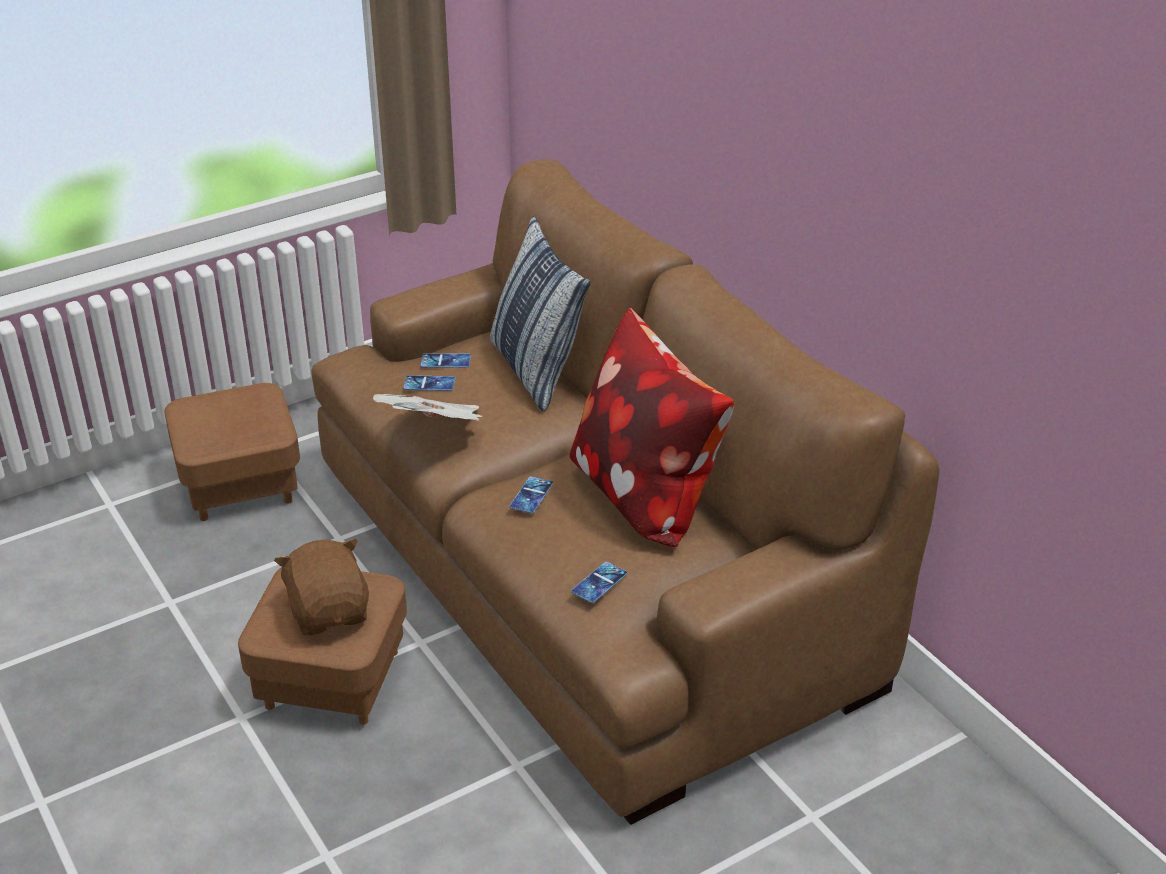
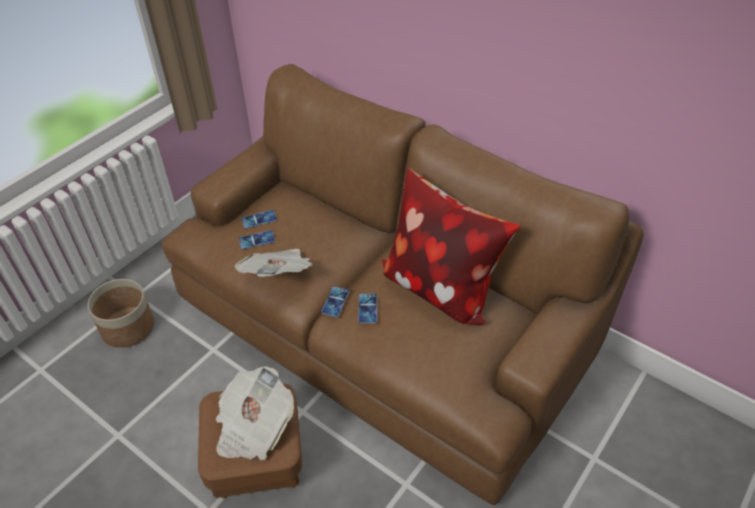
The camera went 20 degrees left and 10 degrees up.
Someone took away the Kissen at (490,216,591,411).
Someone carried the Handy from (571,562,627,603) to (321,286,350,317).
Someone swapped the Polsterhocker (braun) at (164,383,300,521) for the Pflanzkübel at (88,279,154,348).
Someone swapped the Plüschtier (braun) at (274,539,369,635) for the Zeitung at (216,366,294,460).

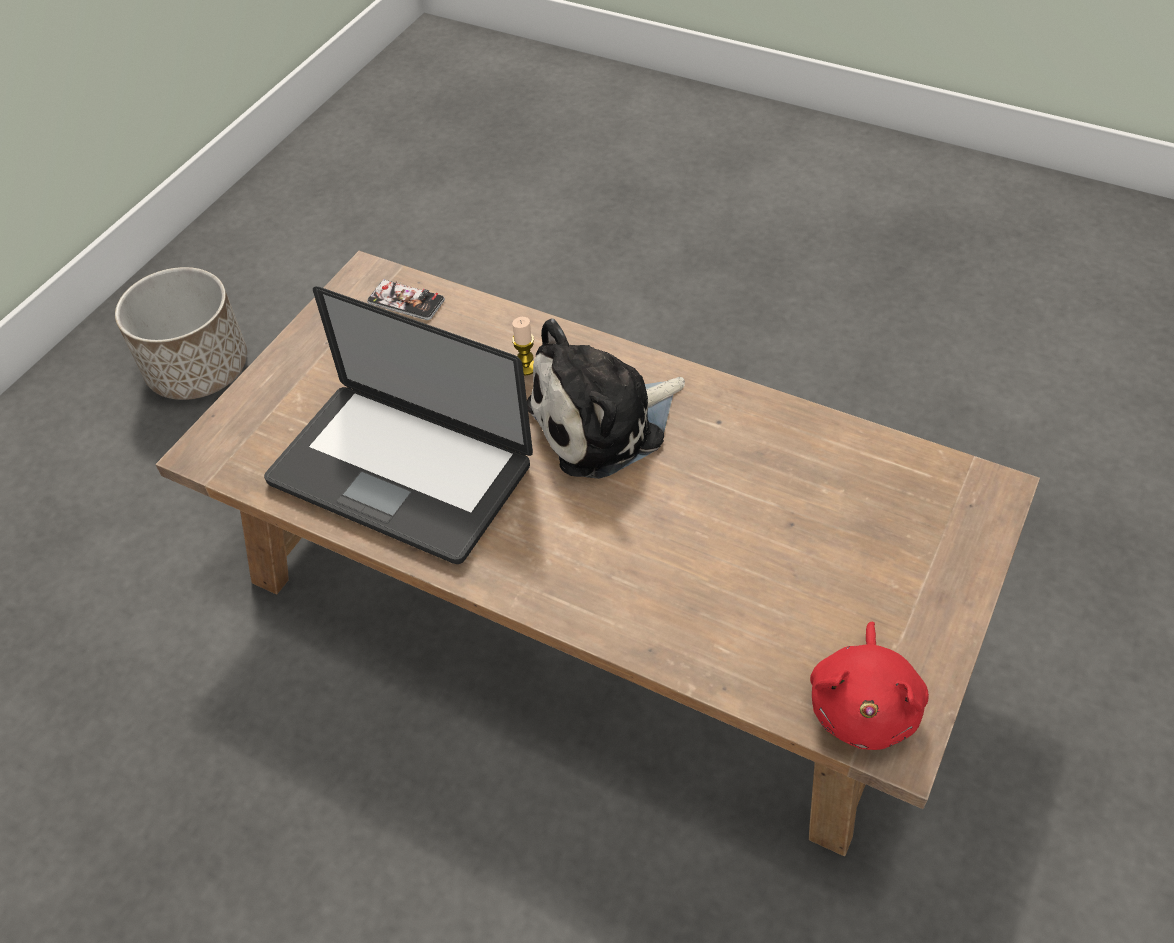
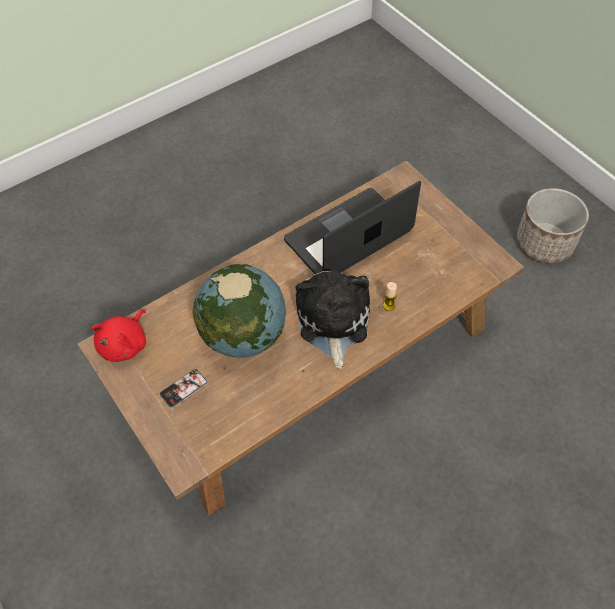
The camera went 115 degrees right and 5 degrees up.
Someone put down the Globus at (193,264,286,358).
Someone carried the Handy from (367,279,445,320) to (159,369,208,409).
Someone rotated the Plüschtier (rot) at (810,622,929,750) by 105 degrees counterclockwise.

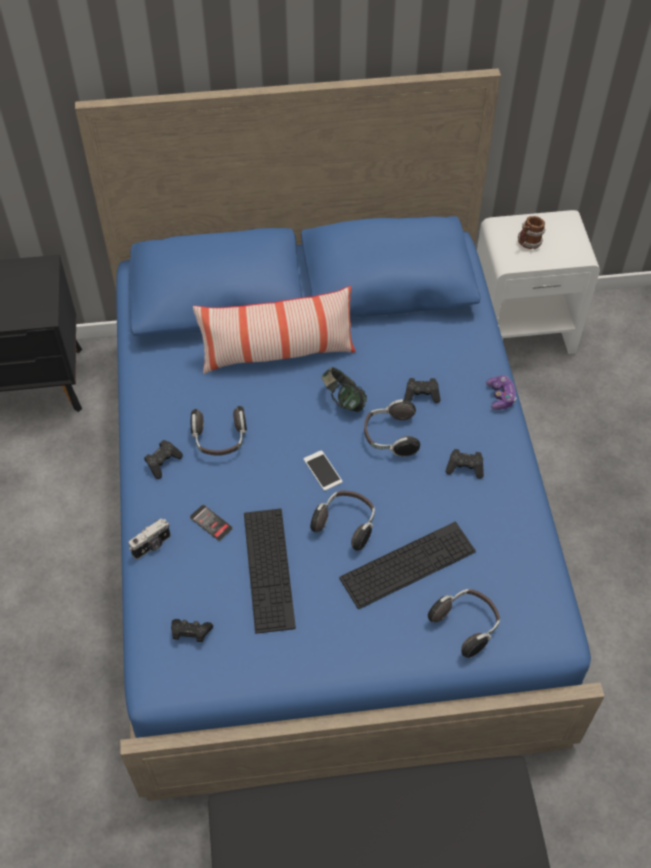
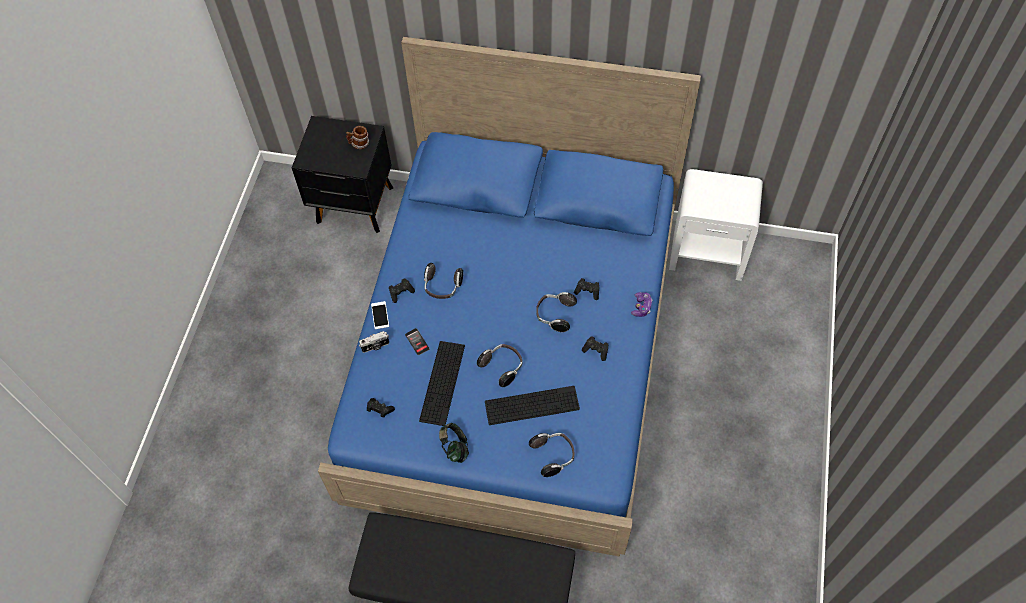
The camera went 20 degrees right and 5 degrees up.
Someone took away the Kissen at (193,286,356,374).
Someone carried the Handy from (304,450,343,491) to (371,301,389,329).
Someone carried the Kopfhörer from (322,367,367,412) to (439,423,469,463).
Someone carried the Henkelbecher from (518,216,546,249) to (346,126,369,149).

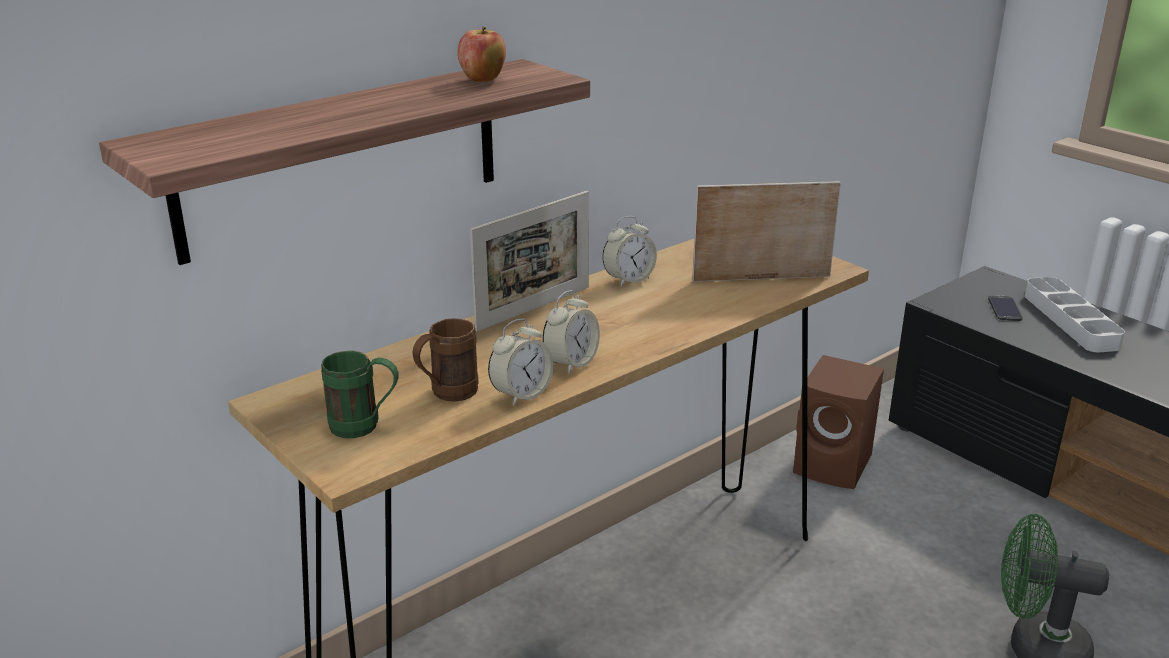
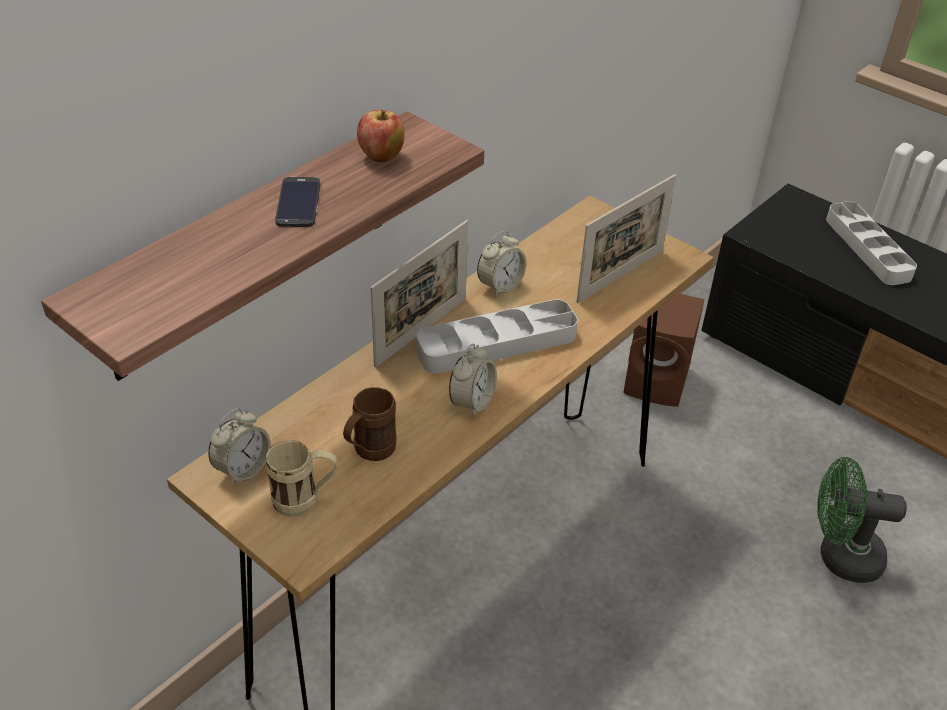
The camera went 10 degrees left and 15 degrees up.
Someone put down the Tablett (grau) at (416,299,578,373).
Someone carried the Wecker from (488,319,553,406) to (208,408,270,486).
Someone carried the Handy from (988,295,1023,321) to (275,177,320,227).
Someone repainted the Henkelbecher (grün) at (321,351,398,438), which became the Henkelbecher (beige) at (266,440,337,517).
Someone rotated the Bilderrahmen at (692,181,841,282) by 150 degrees clockwise.

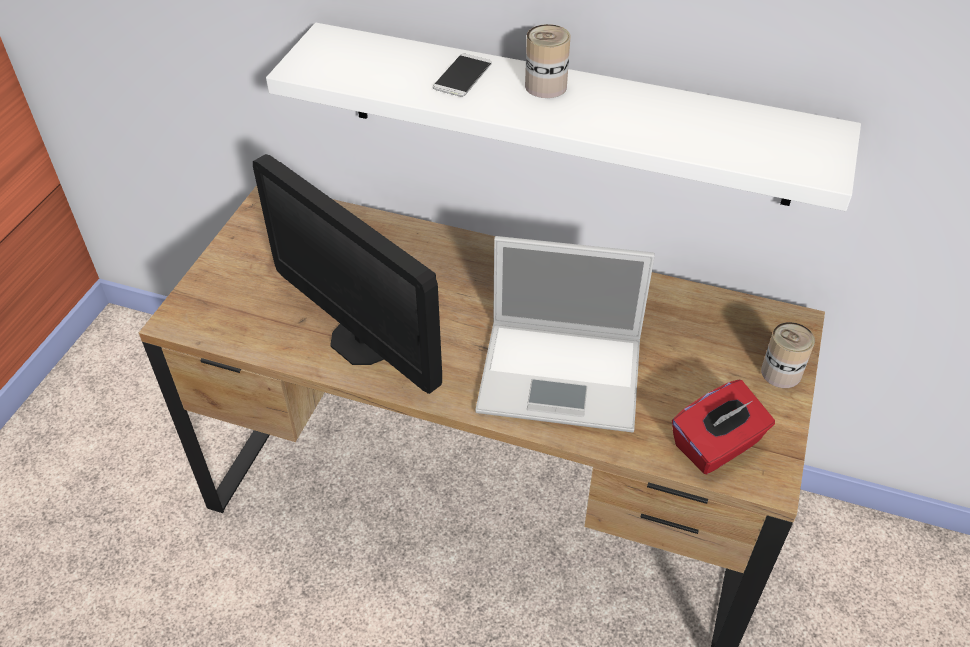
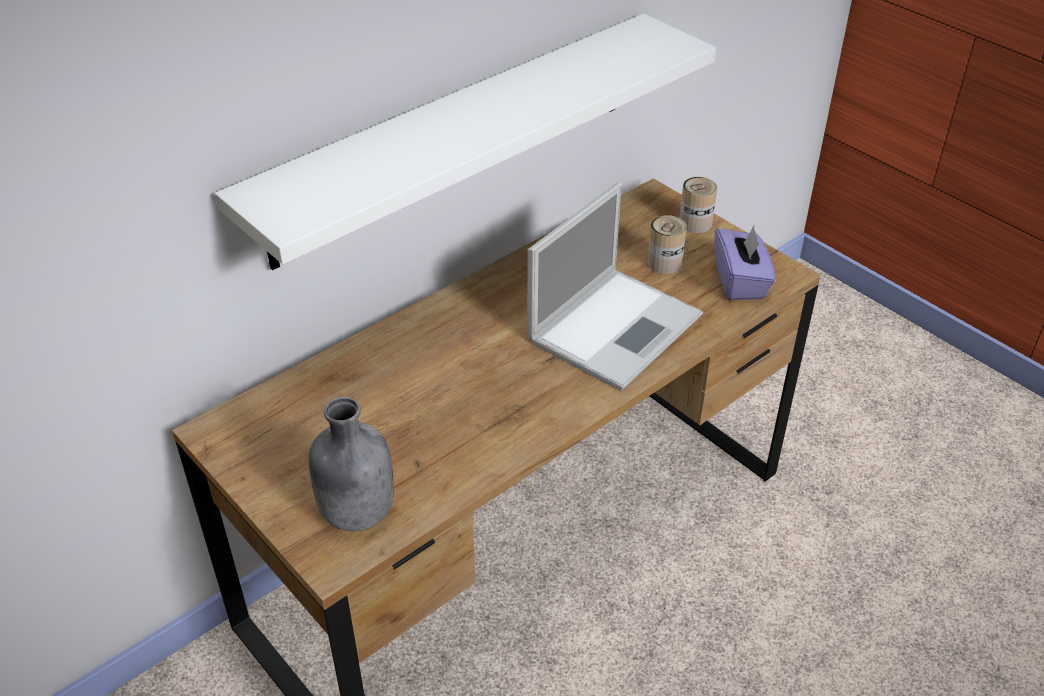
The camera went 60 degrees left and 5 degrees down.
Someone took away the Monitor at (253,154,442,394).
Someone took away the Handy at (433,54,492,97).
Someone put down the Flasche (grau) at (309,397,394,532).
Someone carried the Dose from (525,24,571,98) to (647,215,687,274).
Someone repainted the Taschentuchbox (rot) at (672,380,775,474), which became the Taschentuchbox (lila) at (715,226,776,300).

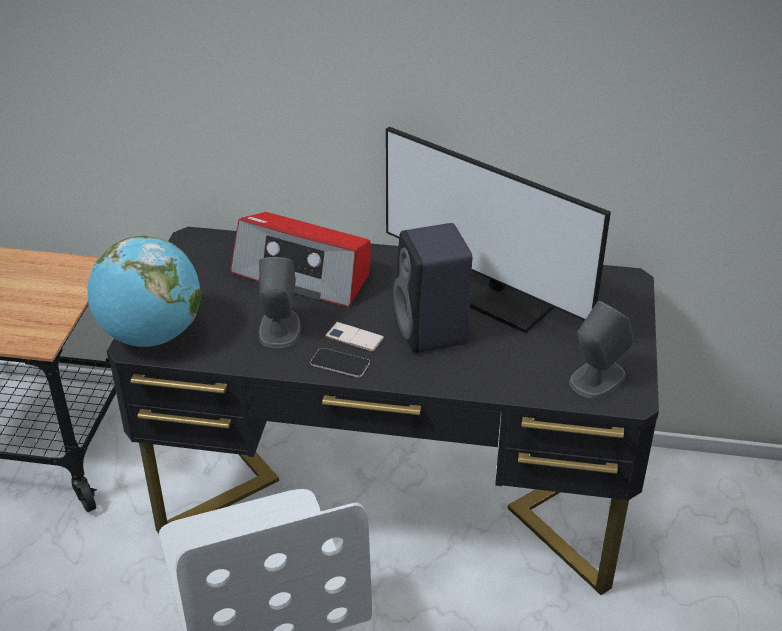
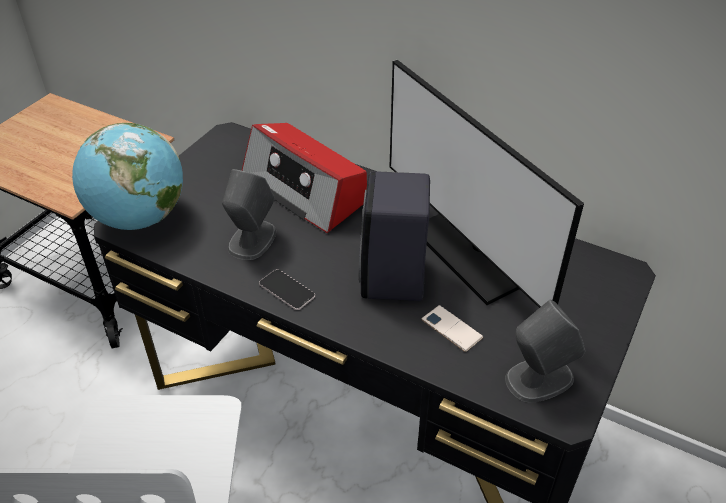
The camera went 20 degrees right and 5 degrees up.
Someone carried the Handy from (325,322,384,352) to (421,305,483,352).

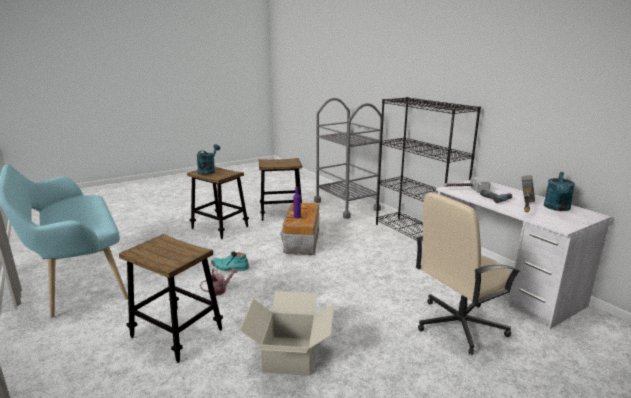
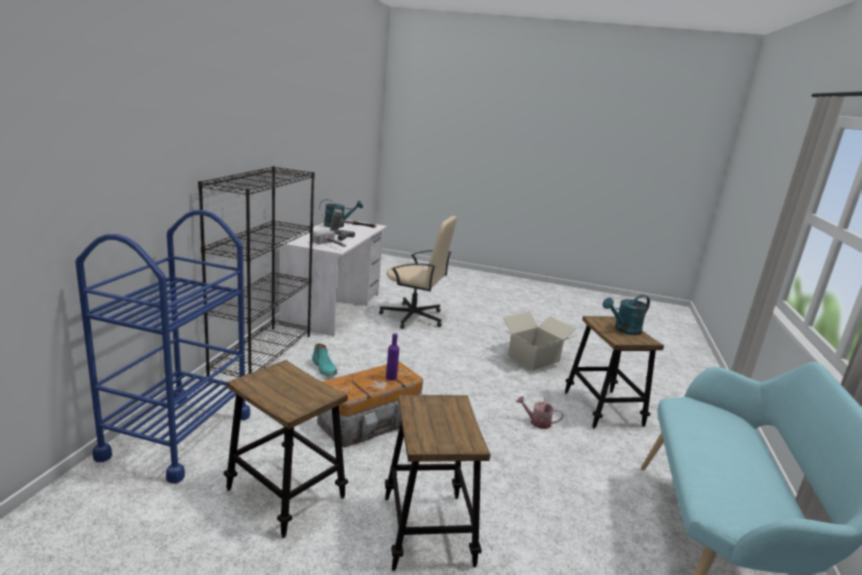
The camera went 135 degrees left and 0 degrees up.
Someone carried the Gießkanne (türkis) from (197,144,220,175) to (603,295,650,335).
Someone carried the Stiefel (türkis) from (211,251,250,271) to (312,344,337,376).
Someone repainted the Rollwagen (grau) at (314,98,382,219), which became the Rollwagen (blau) at (75,210,250,484).

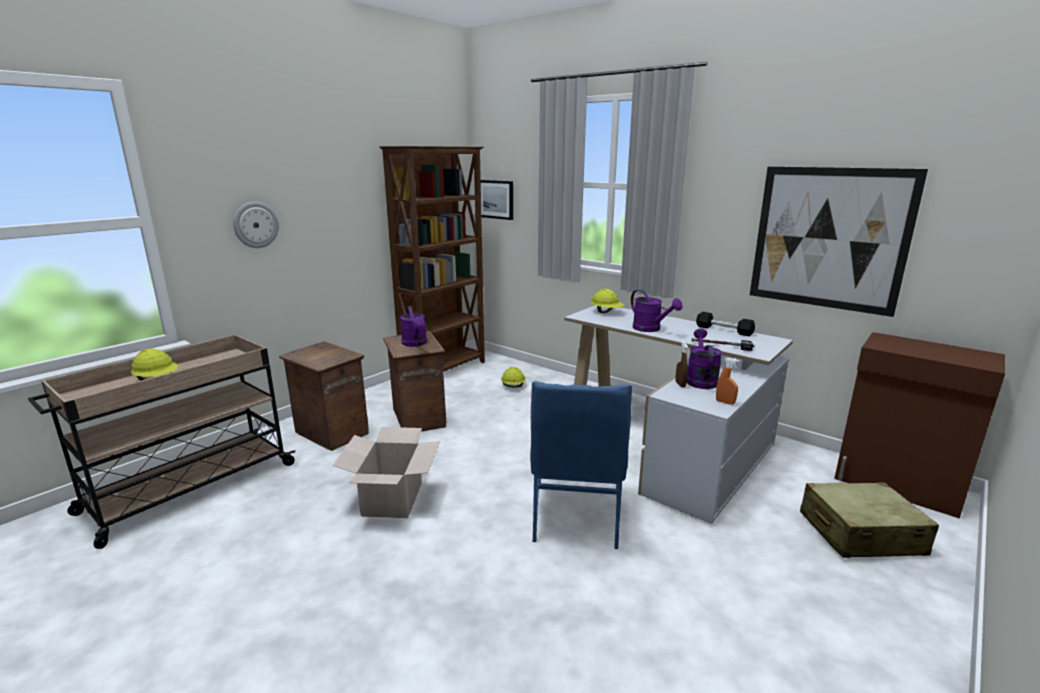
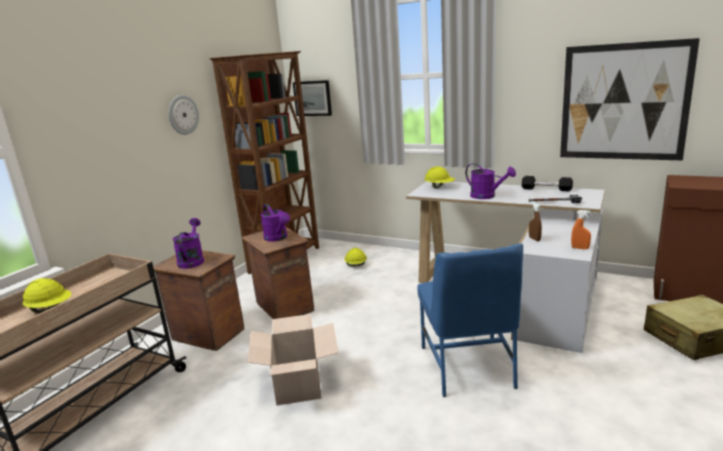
The camera went 10 degrees left and 0 degrees up.
Someone carried the Wanduhr from (233,202,279,248) to (168,95,199,135).
Someone carried the Gießkanne (lila) from (687,329,722,389) to (173,218,204,269).

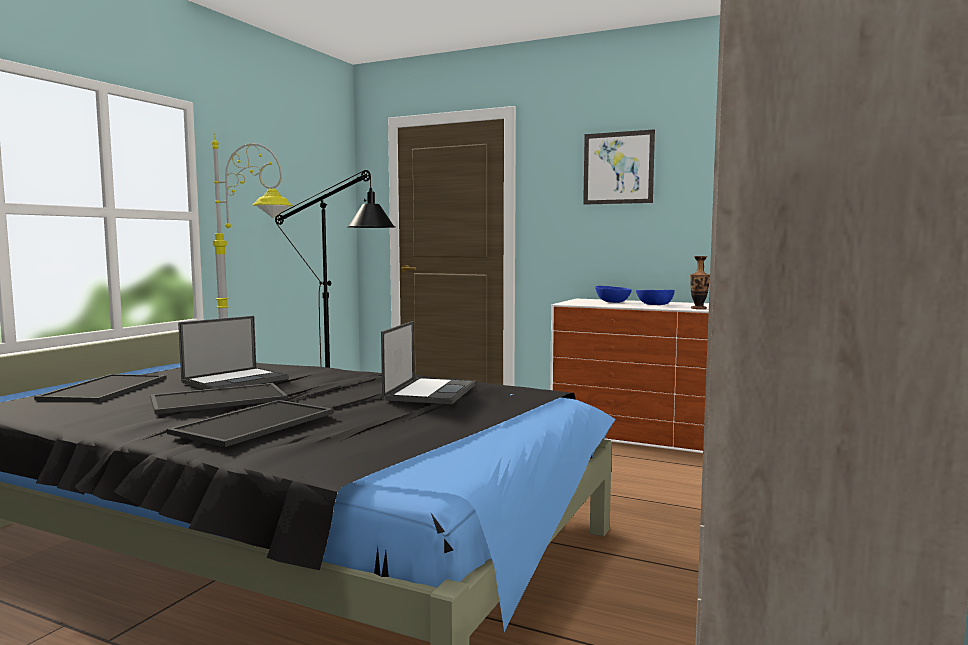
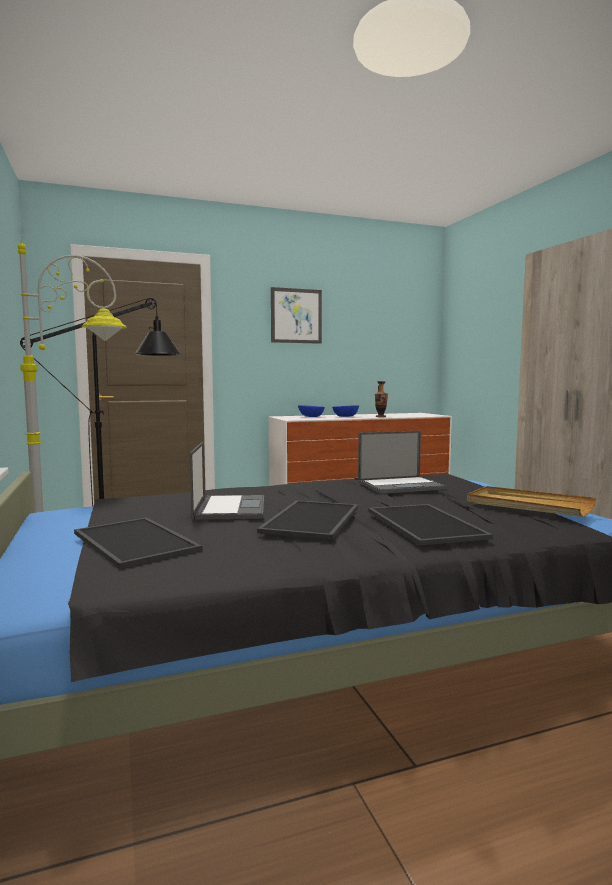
The camera went 45 degrees left and 0 degrees up.
Someone put down the Tablett (beige) at (467,486,596,517).
Someone rotated the Laptop at (381,321,476,404) by 105 degrees clockwise.

